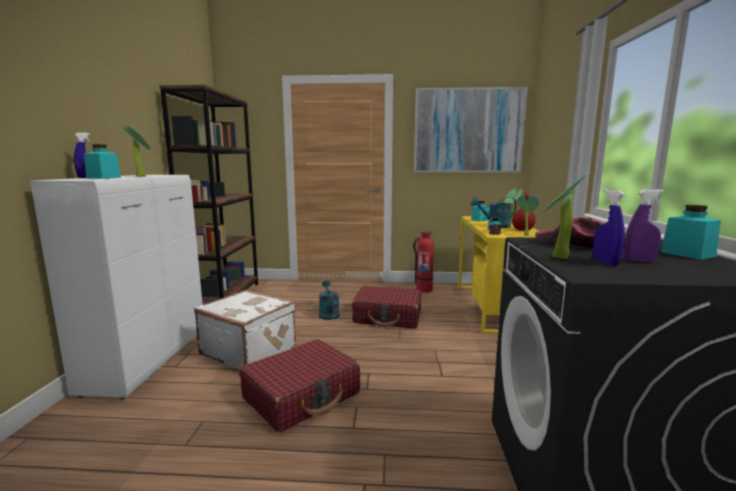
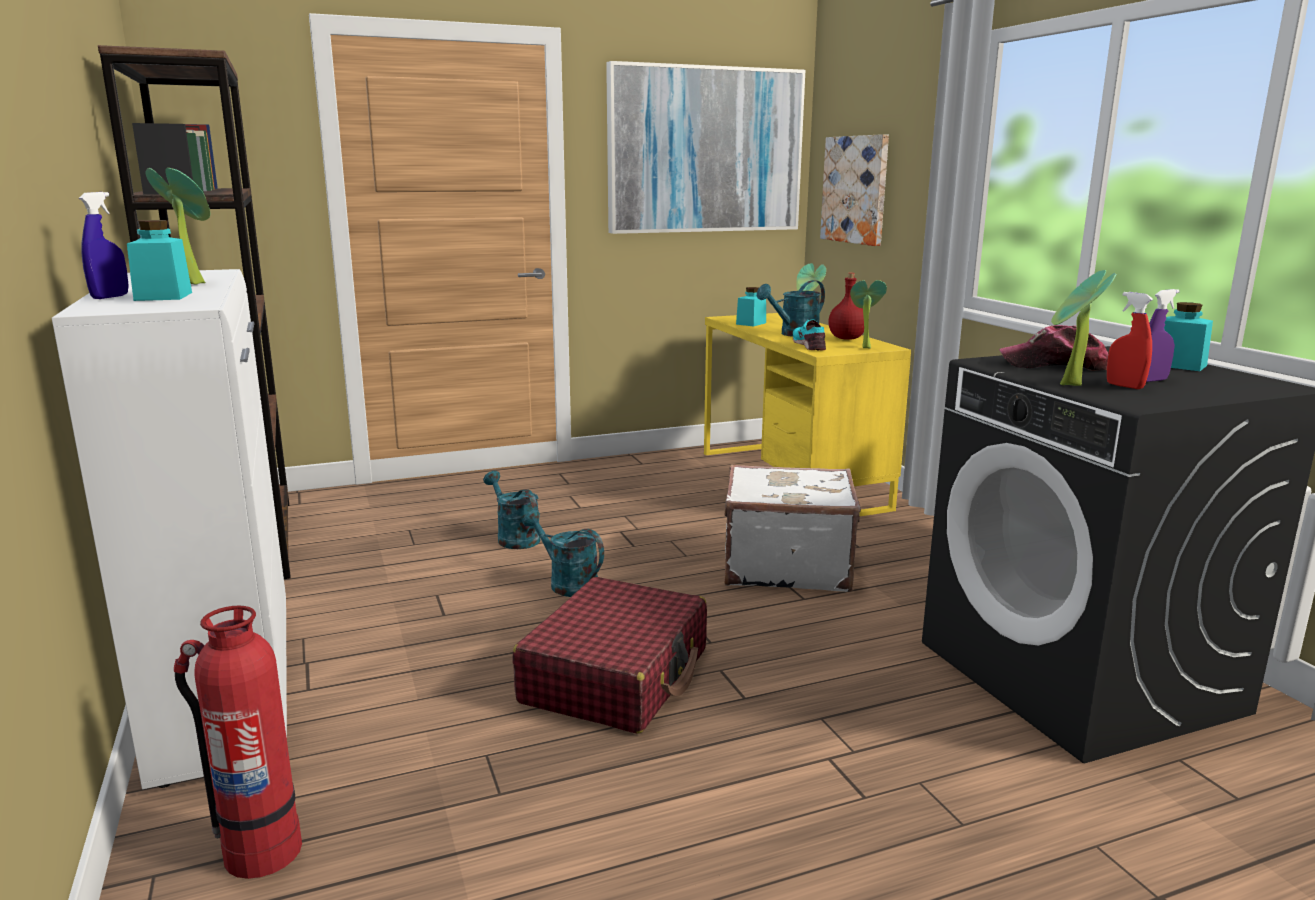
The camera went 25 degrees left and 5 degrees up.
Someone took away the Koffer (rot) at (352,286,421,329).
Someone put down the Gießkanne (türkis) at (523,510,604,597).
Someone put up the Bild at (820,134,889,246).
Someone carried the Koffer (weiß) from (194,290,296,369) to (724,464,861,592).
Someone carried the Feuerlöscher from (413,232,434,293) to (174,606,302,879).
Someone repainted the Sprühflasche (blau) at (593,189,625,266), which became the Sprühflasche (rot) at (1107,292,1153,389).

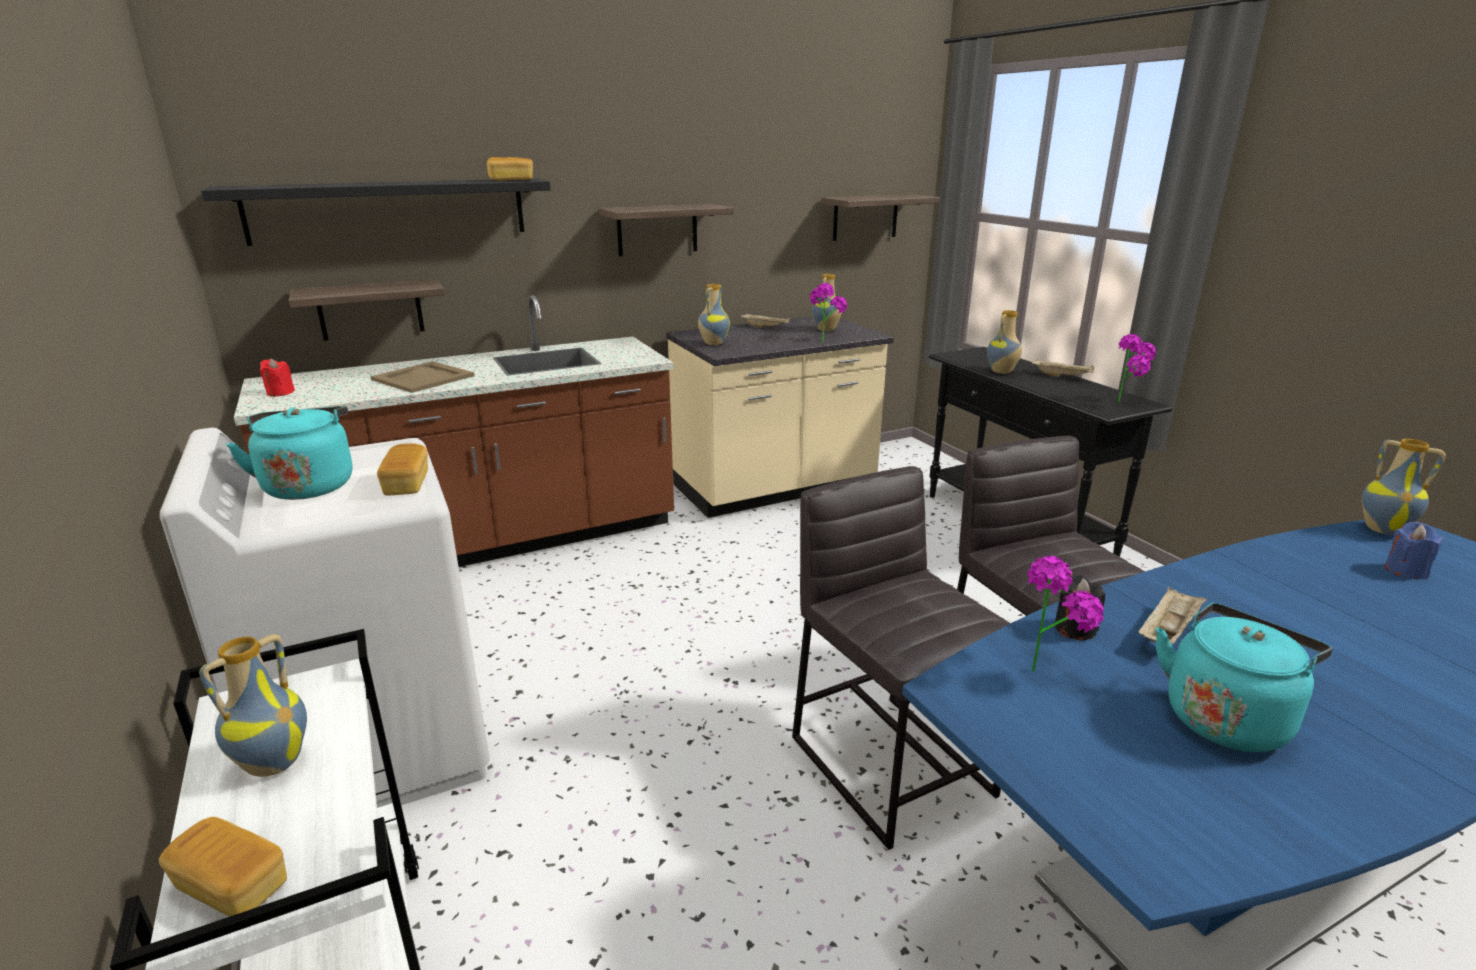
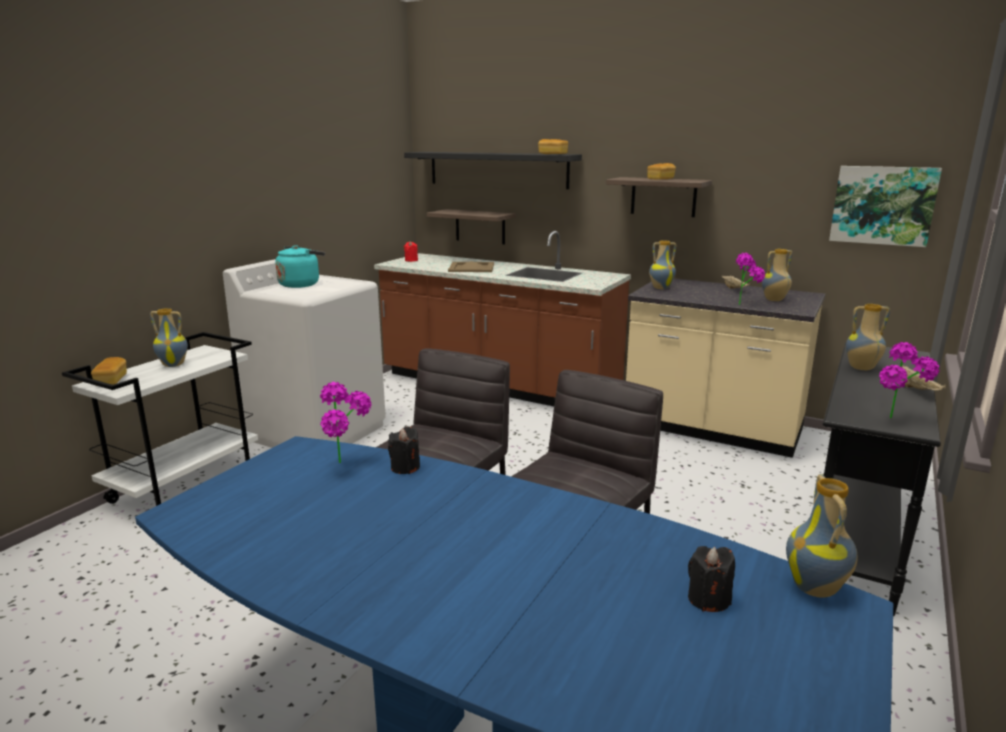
The camera went 55 degrees right and 5 degrees down.
Someone took away the Tablett (beige) at (1138,586,1207,645).
Someone took away the Wasserkessel (türkis) at (1156,603,1333,752).
Someone carried the Brot from (377,443,428,495) to (647,163,676,180).
Someone swapped the Wandregal at (821,194,940,241) for the Bild at (829,166,942,247).
Someone repainted the Kerze (blau) at (1385,522,1442,579), which became the Kerze (schwarz) at (688,546,735,612).

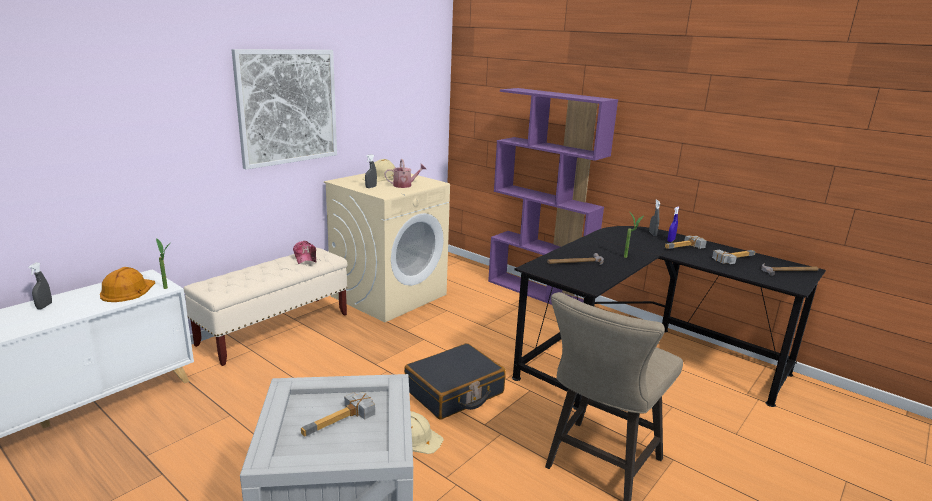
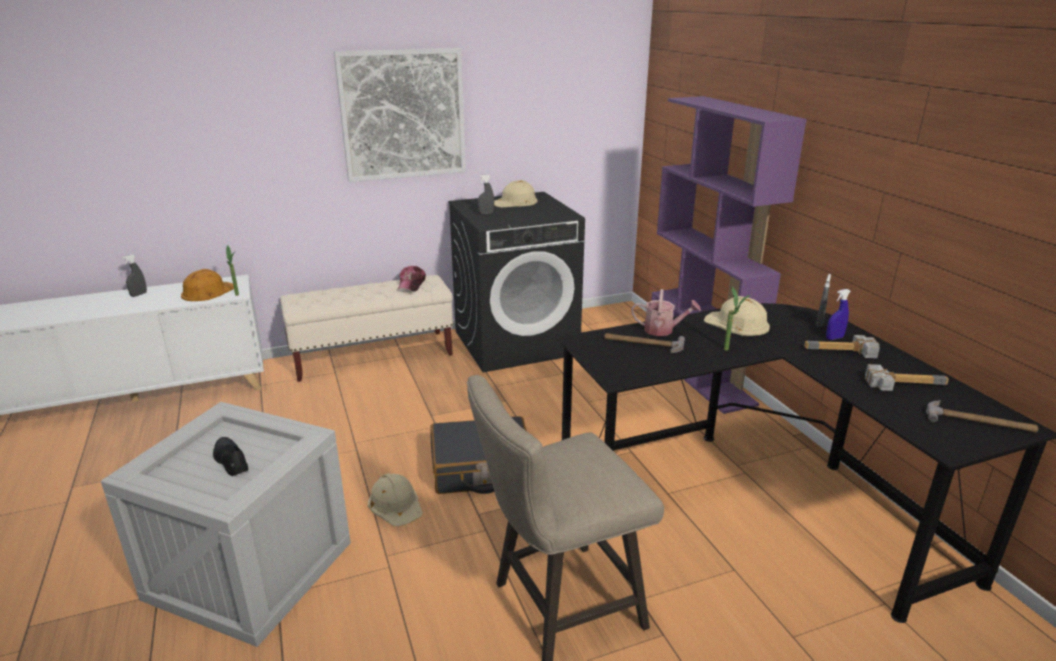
The camera went 30 degrees right and 5 degrees up.
Someone put down the Schutzhelm (beige) at (704,296,770,336).
Someone carried the Gießkanne from (384,159,426,188) to (631,289,701,336).
Someone swapped the Hammer at (301,392,375,437) for the Schuh (schwarz) at (213,437,249,476).
Someone repainted the Waschmaschine (beige) at (324,173,450,322), which became the Waschmaschine (schwarz) at (448,192,585,372).

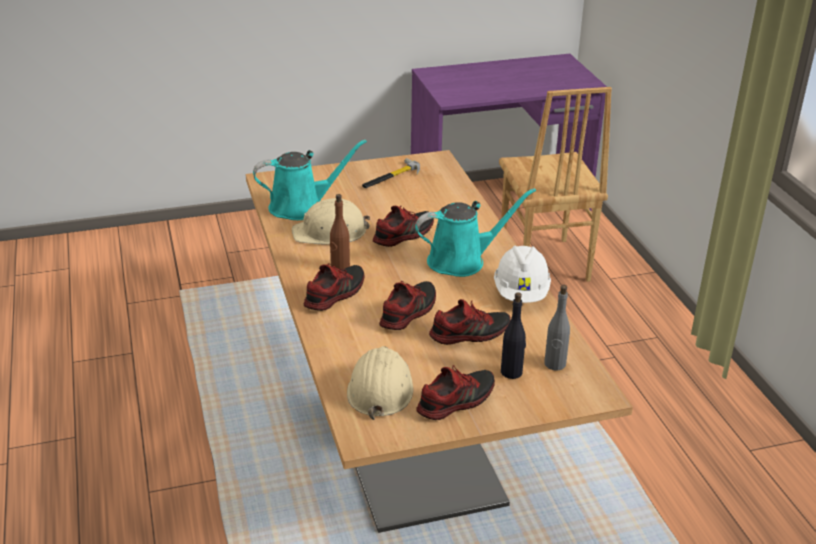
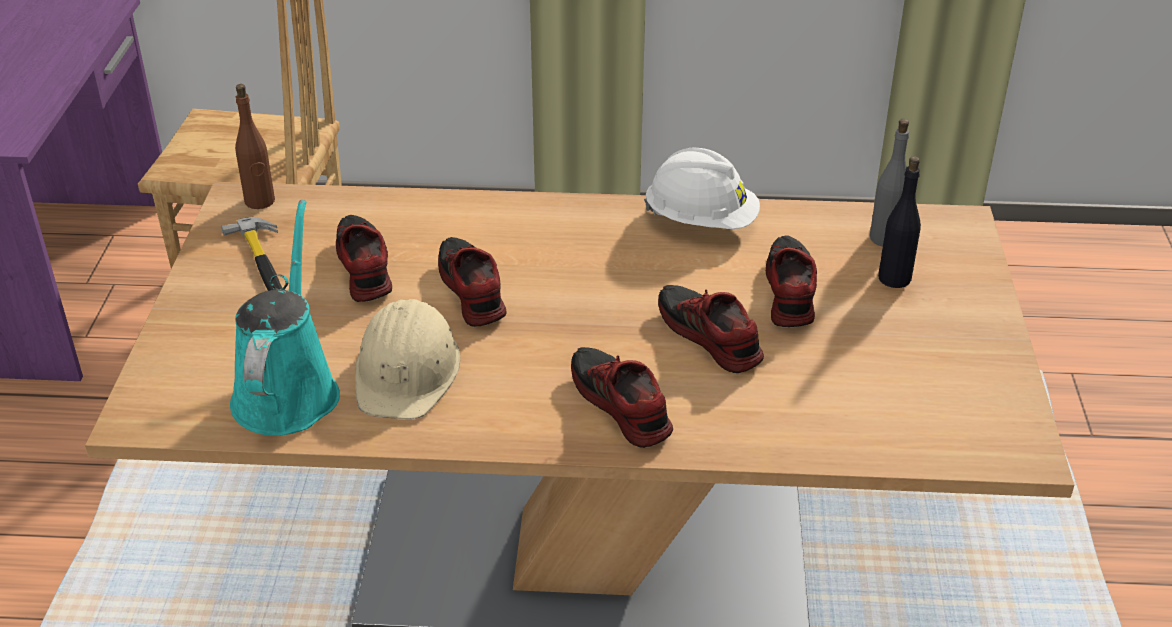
The camera went 70 degrees left and 5 degrees up.
Someone took away the Schutzhelm (beige) at (347,346,413,420).
Someone took away the Gießkanne (türkis) at (415,188,536,277).
Someone carried the Flasche (braun) from (330,194,350,269) to (235,84,275,209).
Someone carried the Schuh from (417,365,495,420) to (336,215,392,302).

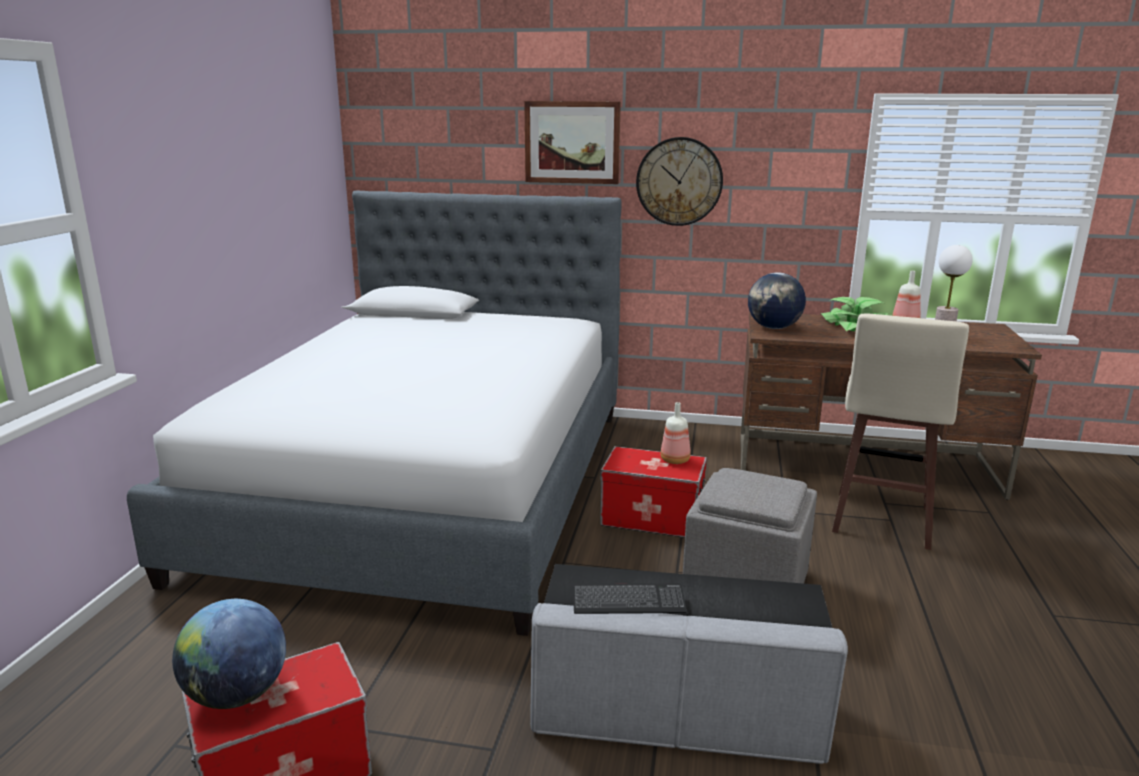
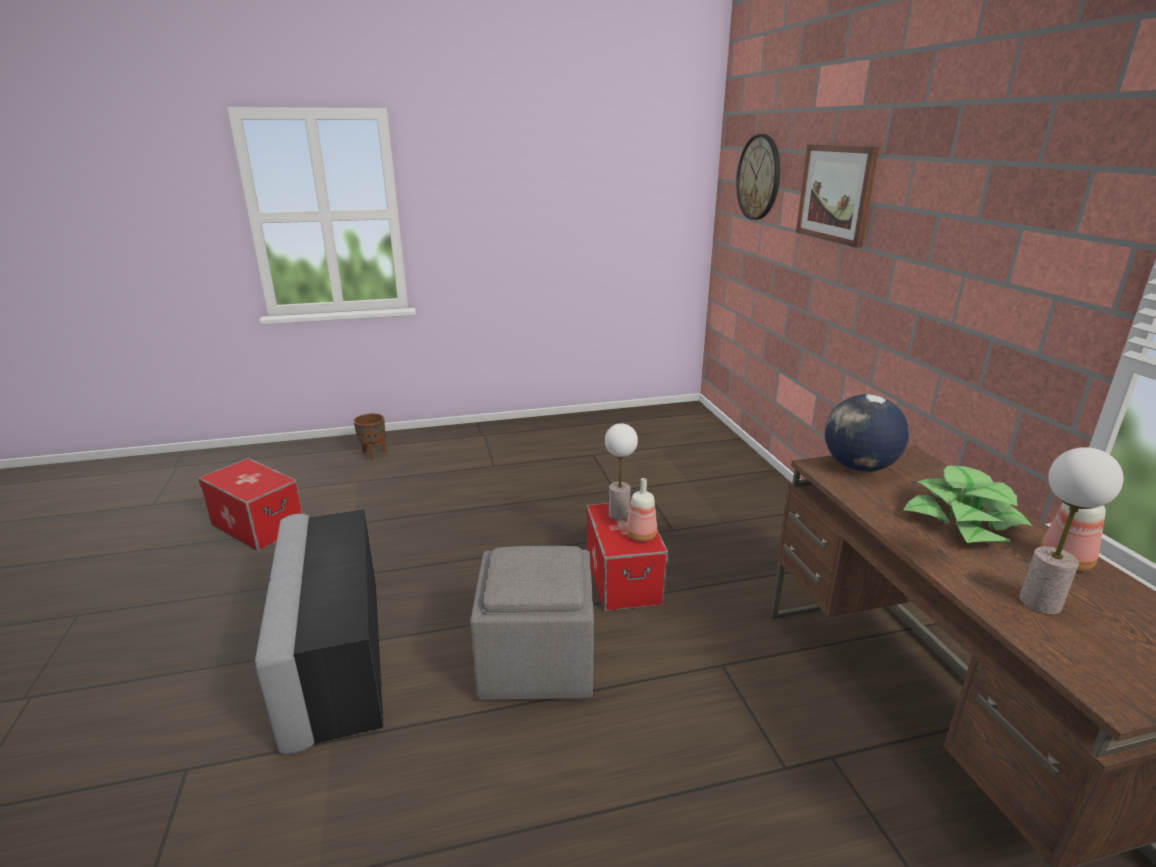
The camera went 65 degrees right and 5 degrees up.
Someone took away the Bett at (127,191,622,636).
Someone took away the Globus at (172,599,286,709).
Someone took away the Tastatur at (573,583,687,614).
Someone took away the Hocker (beige) at (832,314,969,550).
Someone put down the Pflanzkübel (braun) at (354,413,387,460).
Someone put down the Tischlampe at (605,423,638,520).
Someone carried the Wanduhr from (636,137,723,226) to (736,134,780,220).

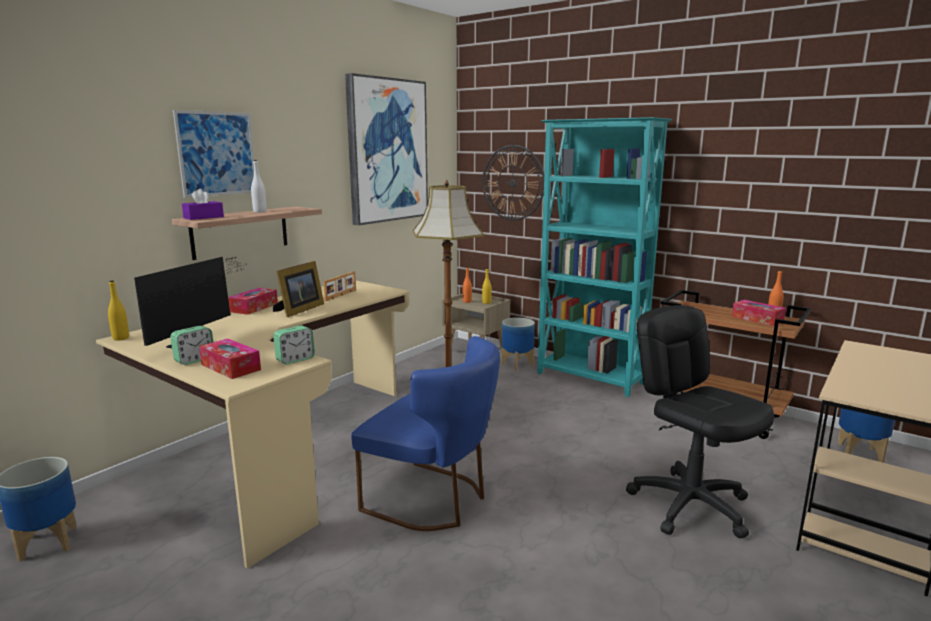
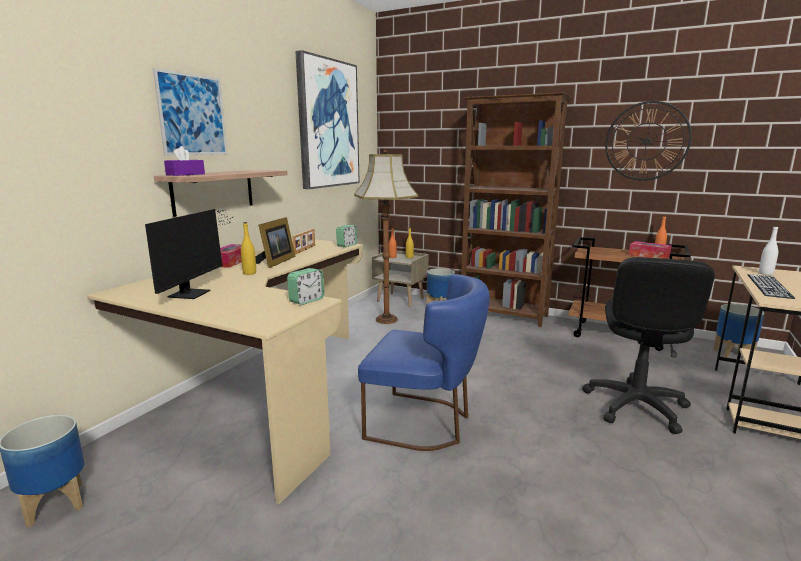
The camera went 10 degrees left and 0 degrees up.
Someone took away the Taschentuchbox at (199,339,261,379).
Someone put down the Tastatur at (748,274,795,299).
Someone carried the Flasche (gelb) from (108,280,129,341) to (241,222,256,275).
Someone carried the Wecker from (170,326,213,365) to (336,225,357,247).
Someone carried the Flasche (weiß) from (251,160,266,213) to (759,226,778,275).
Someone carried the Wanduhr from (482,145,544,220) to (605,101,692,181).
Someone repainted the Bücherregal (türkis) at (537,117,672,397), which became the Bücherregal (braun) at (461,92,571,327).
Someone rotated the Bürostuhl (schwarz) at (626,305,774,538) by 120 degrees counterclockwise.

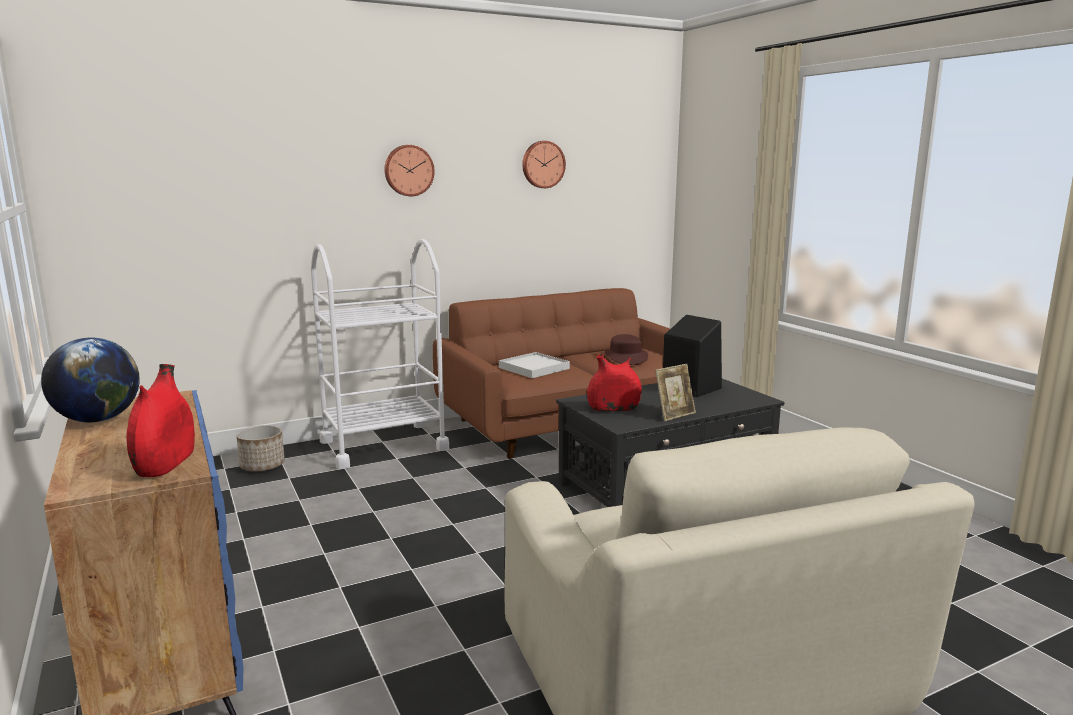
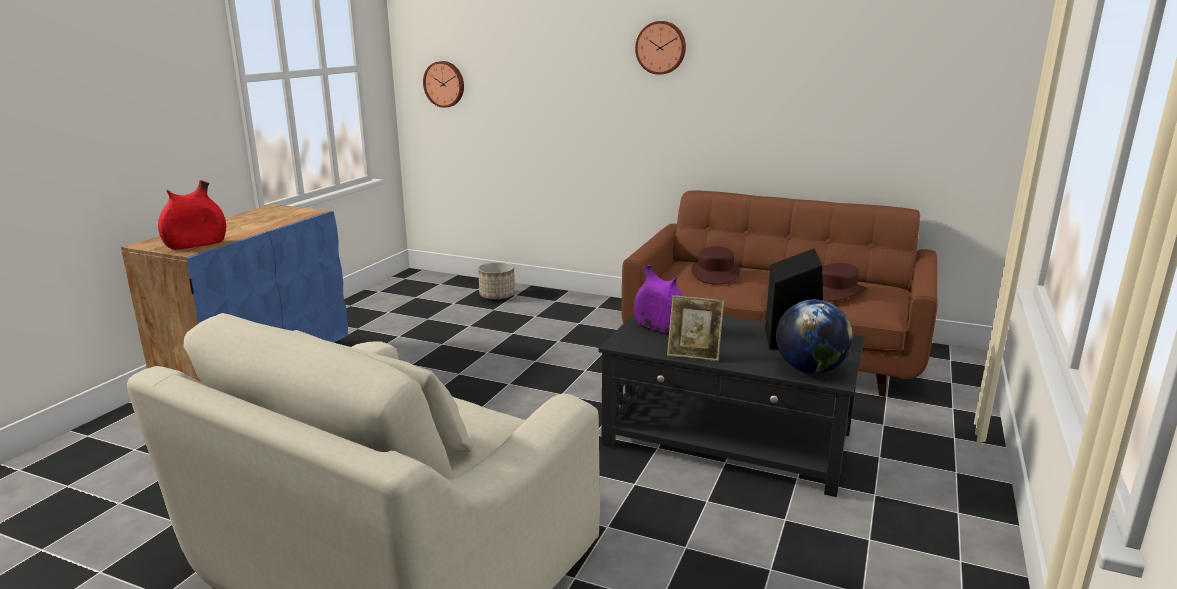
The camera went 50 degrees right and 5 degrees up.
Someone took away the Rollwagen (weiß) at (311,239,449,469).
Someone carried the Globus from (41,337,140,422) to (776,300,853,374).
Someone carried the Wanduhr from (522,141,566,188) to (423,61,464,108).
Someone swapped the Tablett (weiß) at (499,352,570,378) for the Hut (braun) at (691,246,740,285).
Someone repainted the Vase (rot) at (587,354,642,412), which became the Vase (lila) at (634,265,683,335).

